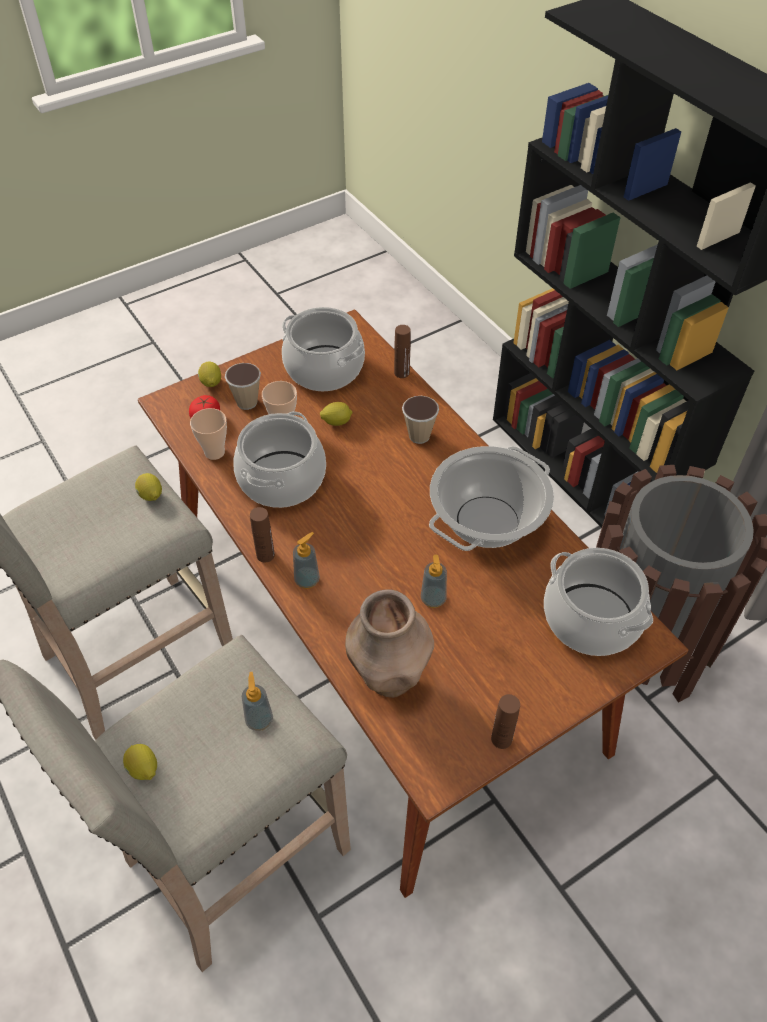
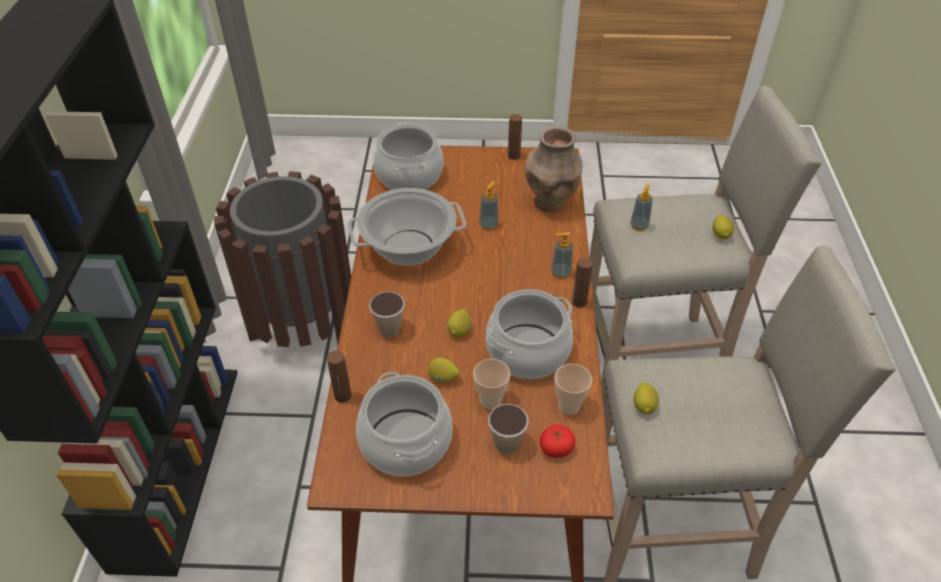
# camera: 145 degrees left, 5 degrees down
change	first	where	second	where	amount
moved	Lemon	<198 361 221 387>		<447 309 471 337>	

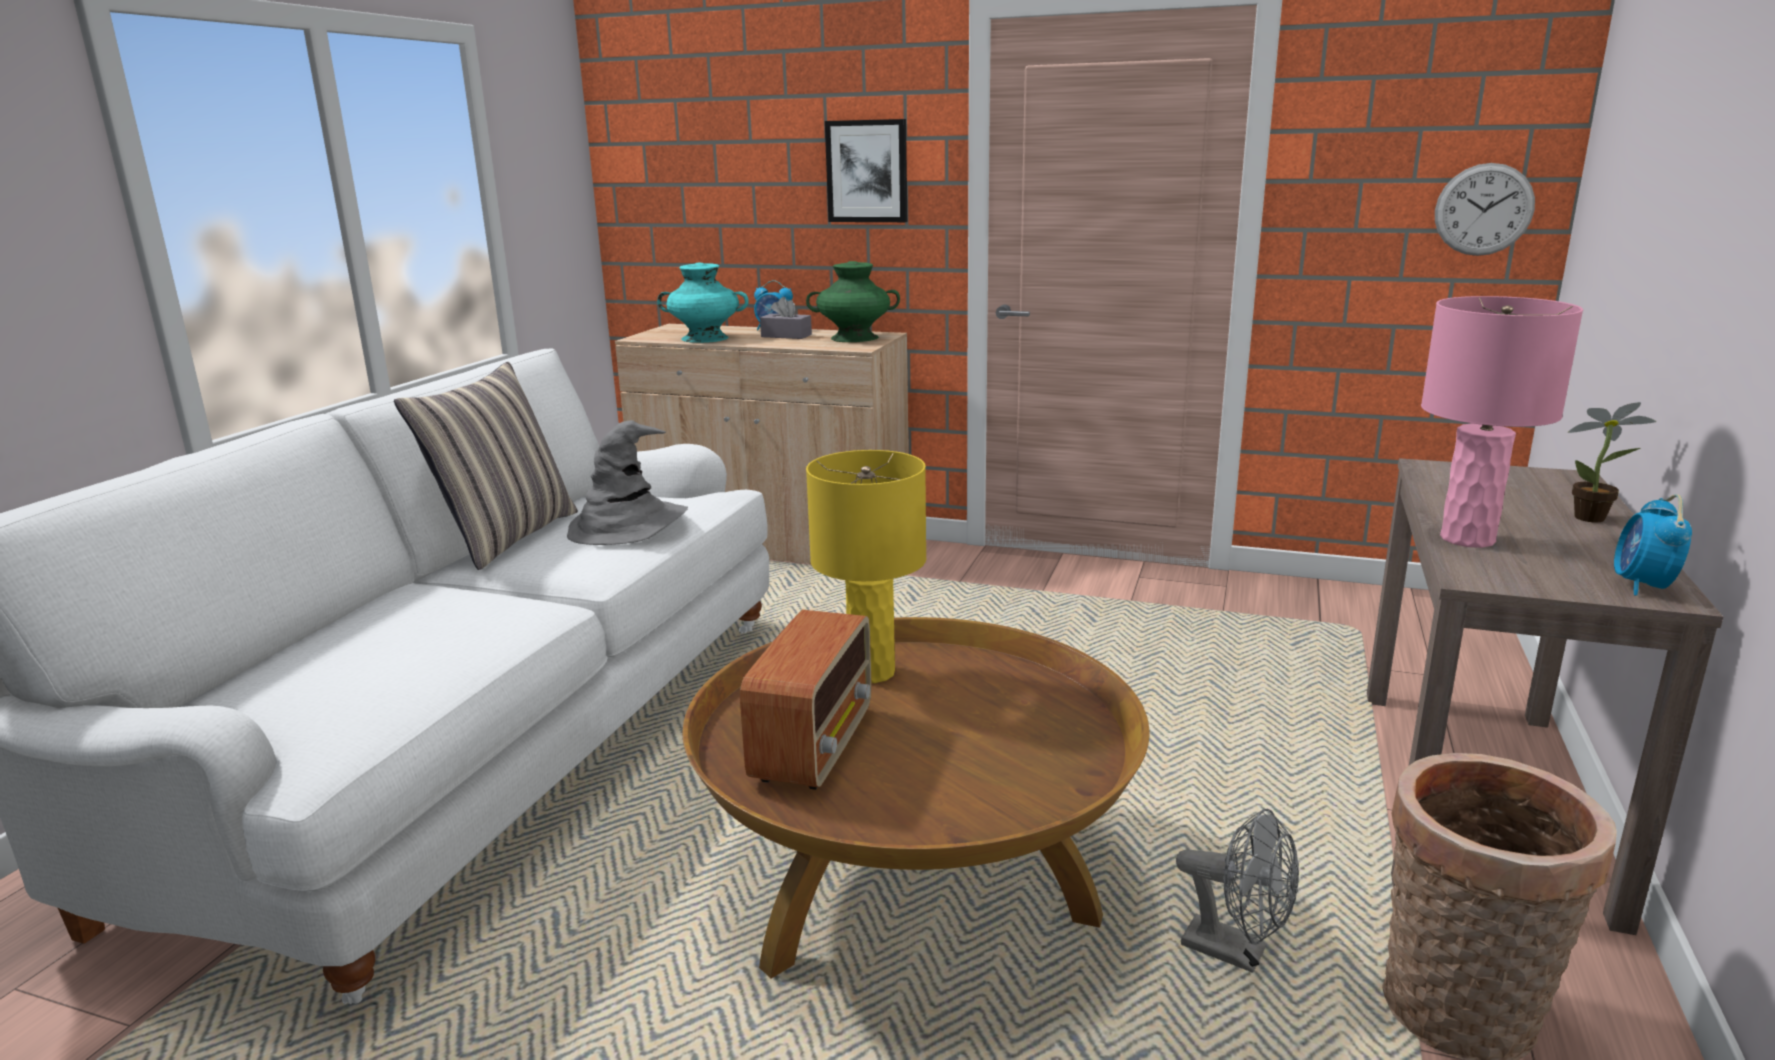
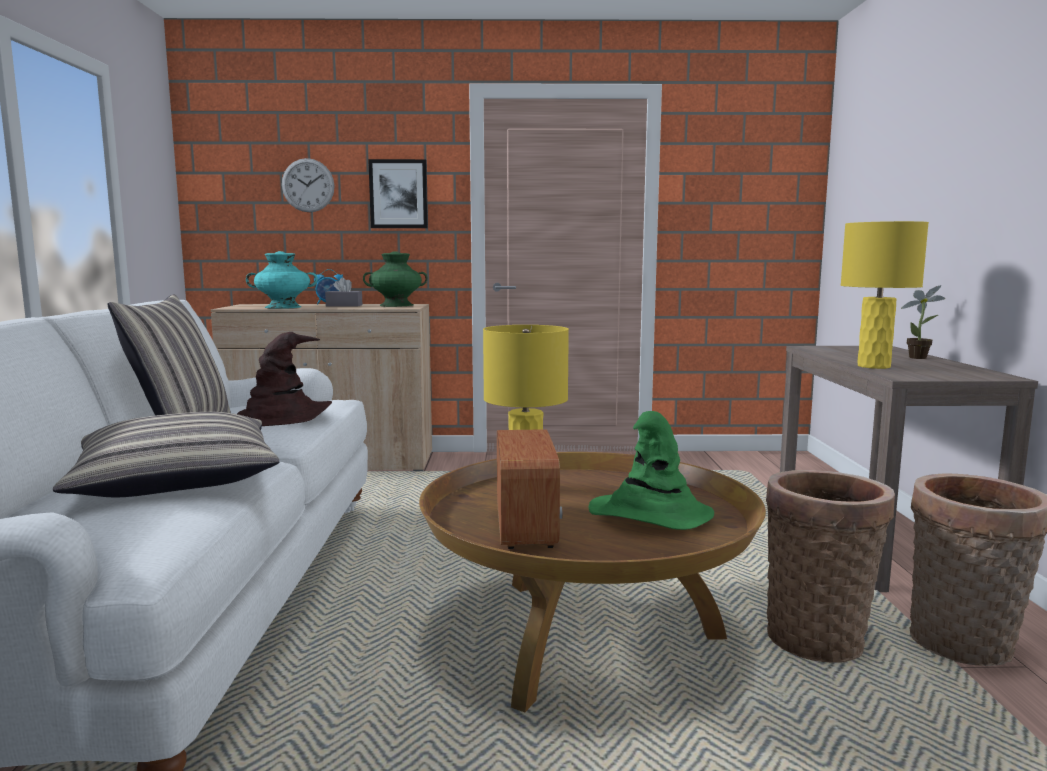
# camera: 20 degrees left, 10 degrees down
change	first	where	second	where	amount
moved	WallClock	<1435 163 1535 256>		<282 158 335 212>	
recoloured	PinkTableLamp	<1421 296 1583 548>	YellowTableLamp	<841 221 929 369>	
recoloured	GreyHat	<567 420 688 545>	BrownHat	<237 332 332 426>	
removed	AlarmClock	<1614 494 1692 596>			
replaced	GreyFan	<1176 809 1299 973>	Basket	<766 470 895 663>	
added			GreenHat	<588 411 714 530>	
added			Pillow	<53 412 279 497>	

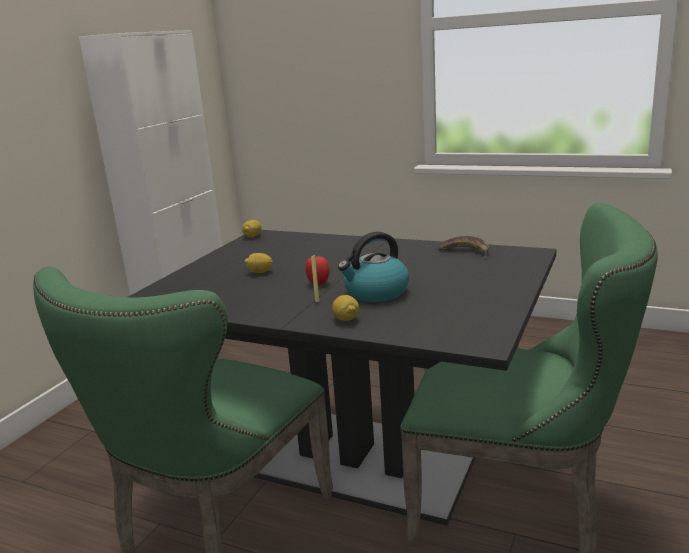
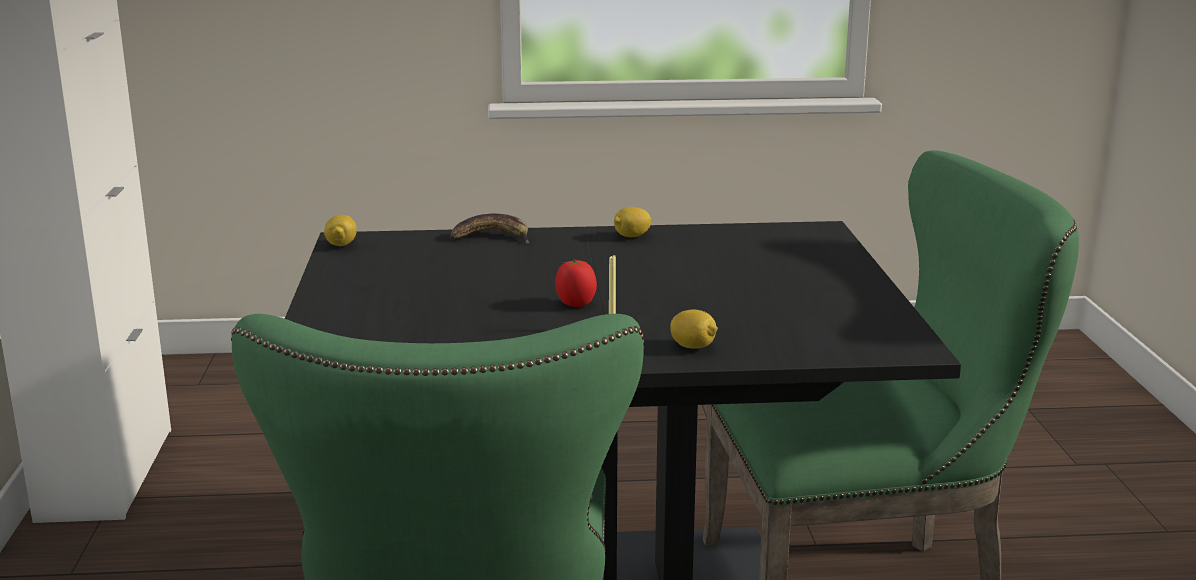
# camera: 30 degrees left, 0 degrees up
change	first	where	second	where	amount
removed	Kettle	<338 232 409 302>			
moved	Banana	<438 236 489 258>		<450 213 530 244>	
moved	Lemon	<245 253 273 273>		<614 207 651 237>	

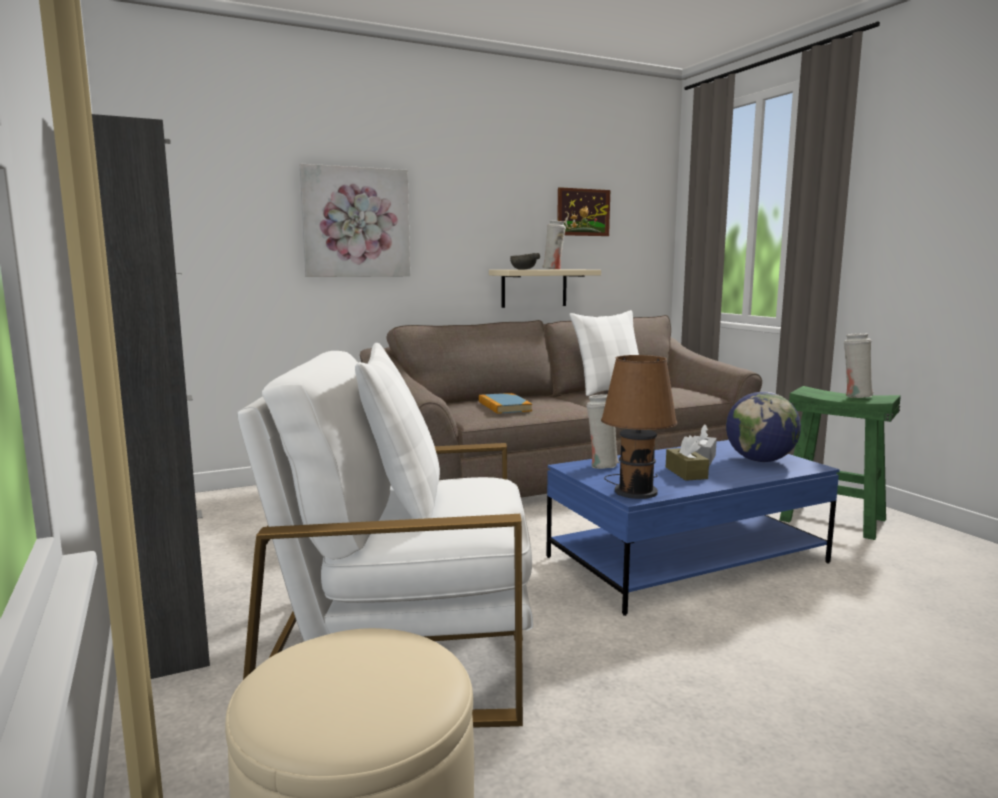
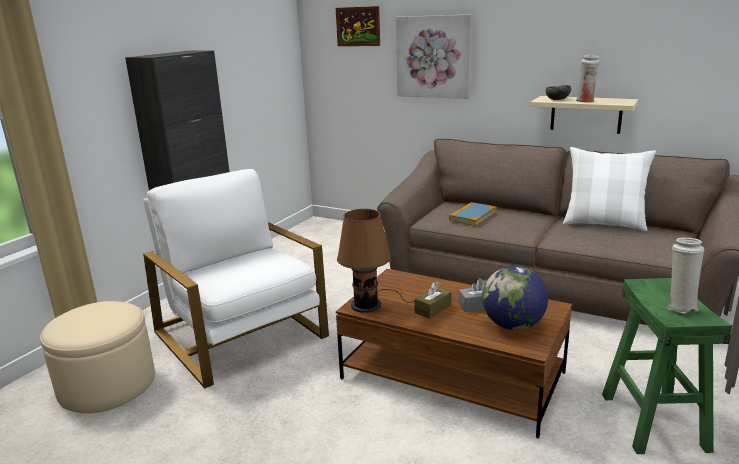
# camera: 55 degrees right, 10 degrees up
change	first	where	second	where	amount
moved	Picture	<557 187 610 236>		<336 6 380 46>	
removed	WhitePillow	<355 343 440 519>			
removed	WhiteVase	<587 394 620 469>			
recoloured	BlueCoffeeTable	<546 440 840 616>	BrownCoffeeTable	<336 269 572 438>	

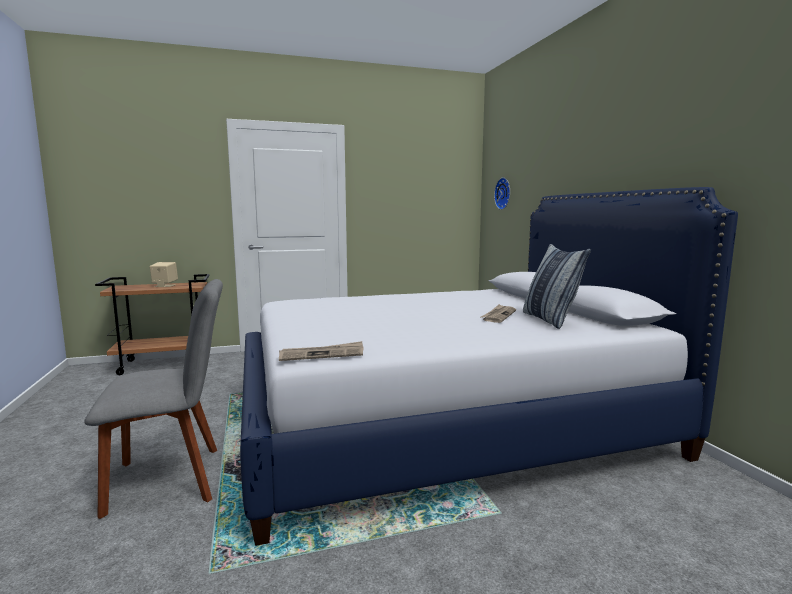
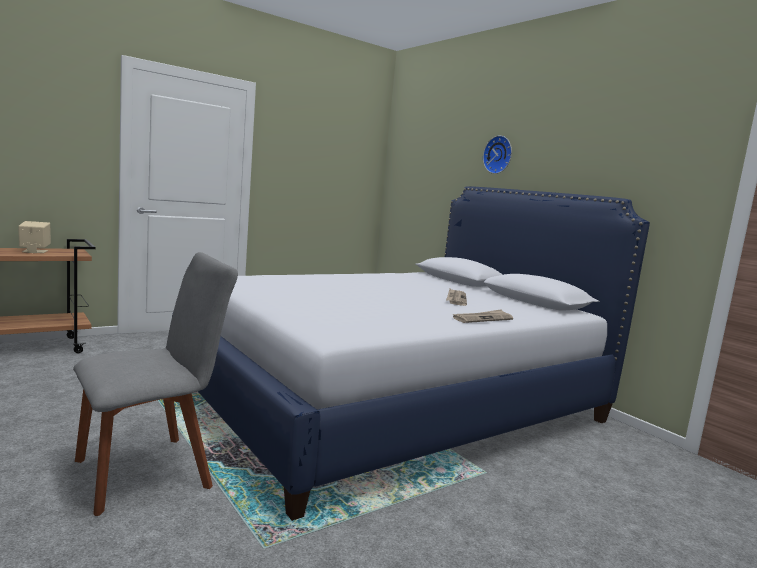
# camera: 20 degrees left, 0 degrees up
change	first	where	second	where	amount
moved	WallClock	<494 178 510 210>		<483 135 512 174>	
removed	Pillow	<523 244 591 329>			
moved	Newspaper	<279 341 363 361>		<453 309 513 323>	

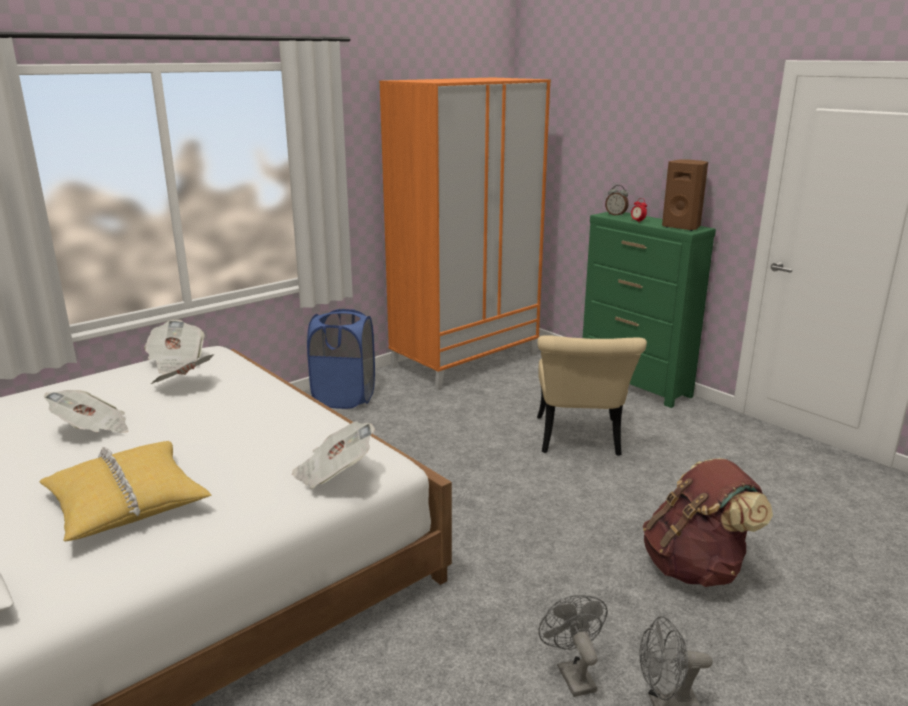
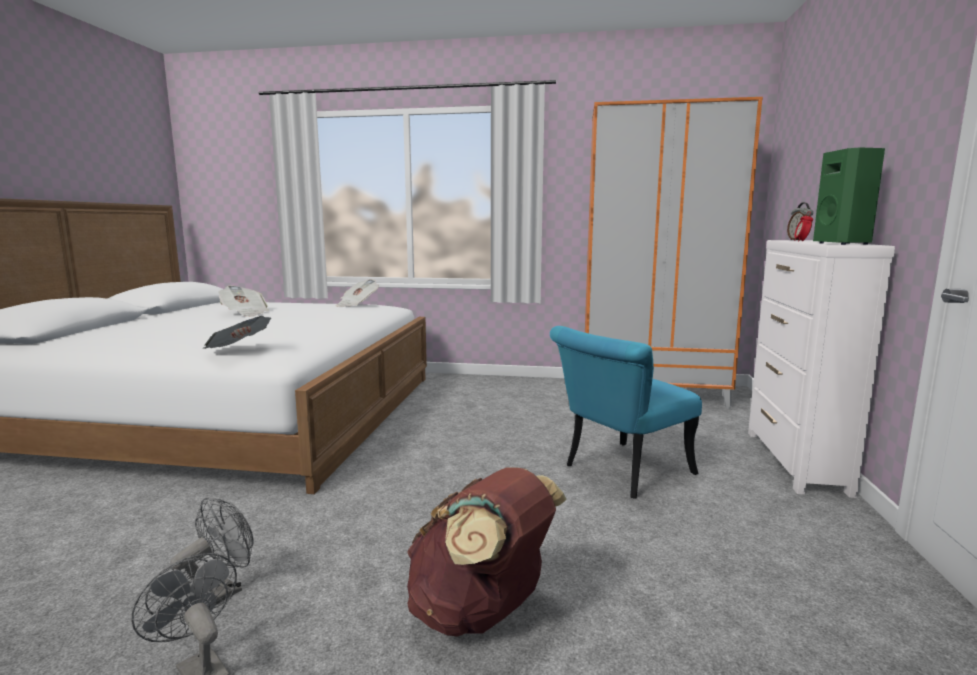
# camera: 50 degrees right, 10 degrees down
change	first	where	second	where	amount
recoloured	BrownSpeaker	<662 159 708 231>	GreenSpeaker	<813 147 885 245>	
recoloured	GreenDresser	<583 212 716 408>	WhiteDresser	<748 240 895 498>	
removed	BlueLaundryBasket	<307 309 375 409>			
recoloured	BeigeChair	<537 335 647 456>	TurquoiseChair	<550 326 702 498>	
removed	Newspaper	<151 354 214 384>			
removed	YellowPillow	<39 441 212 541>			

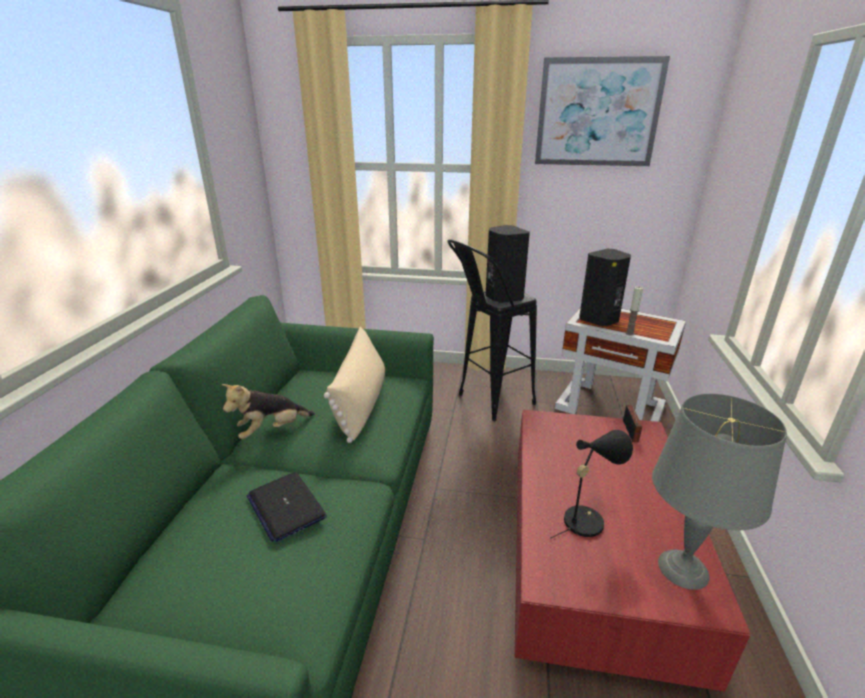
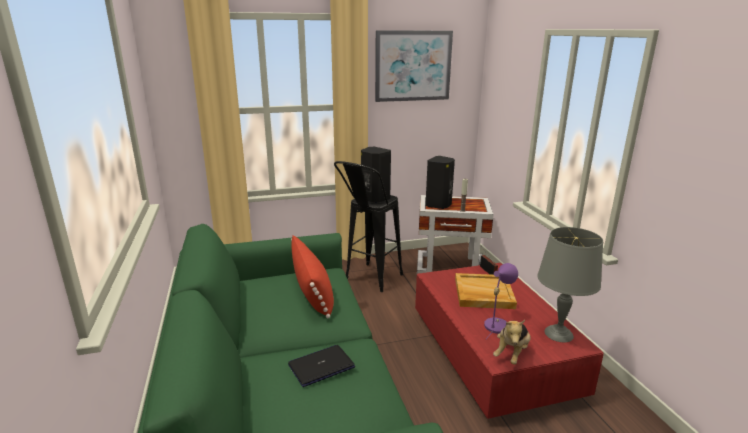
# camera: 25 degrees left, 5 degrees down
change	first	where	second	where	amount
recoloured	BeigePillow	<324 327 385 443>	RedPillow	<291 235 334 318>	
moved	PlushToy	<222 384 315 439>		<493 320 531 365>	
recoloured	BlackTableLamp	<551 430 633 538>	PurpleTableLamp	<484 263 518 339>	
turned	Laptop	<247 472 327 542>		<288 345 355 387>	120 degrees clockwise
added			BeigeTray	<455 273 517 309>	

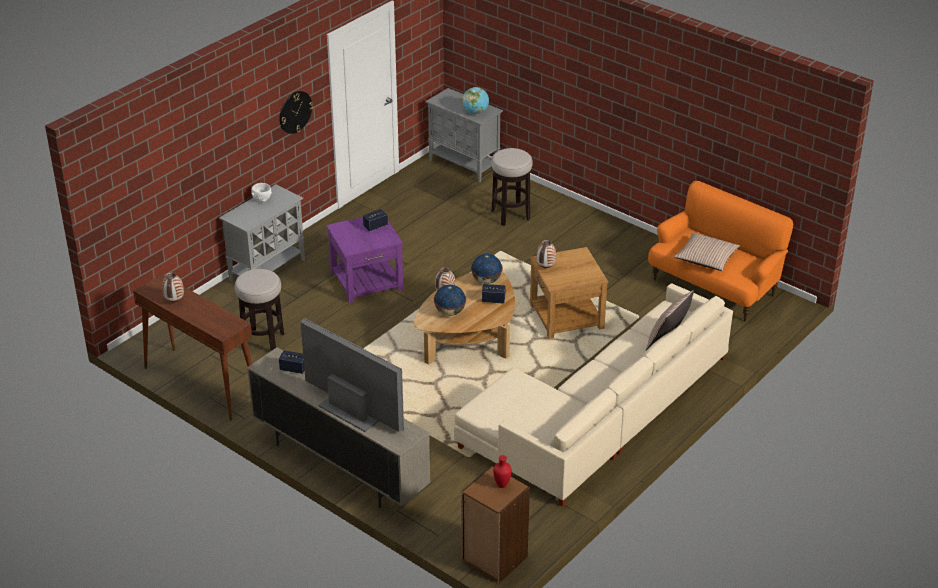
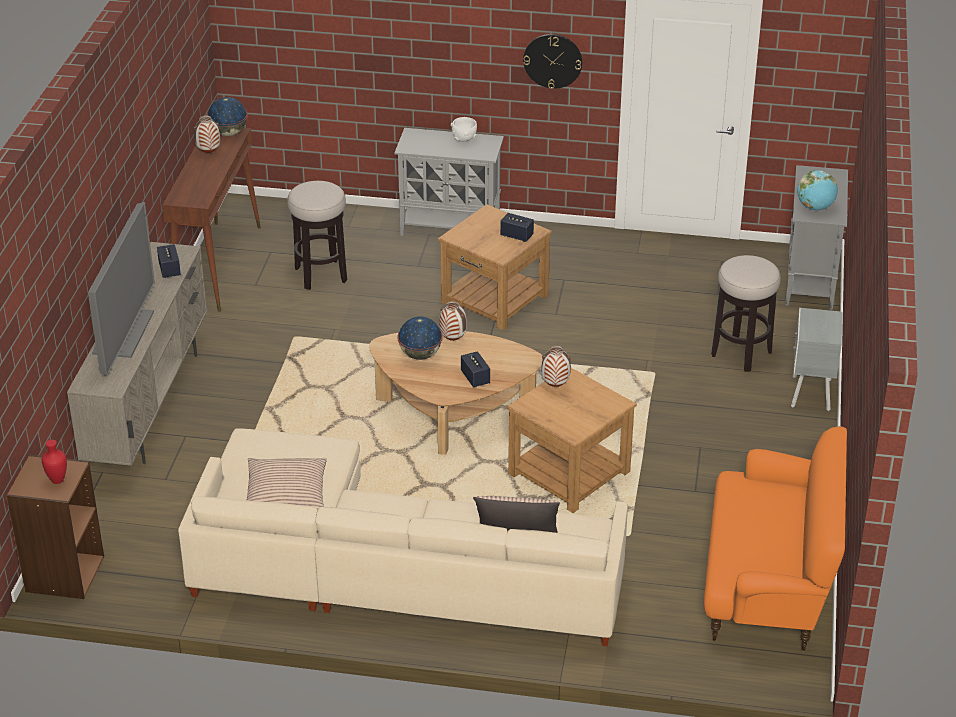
# camera: 60 degrees right, 0 degrees up
change	first	where	second	where	amount
recoloured	PurpleSideTable	<326 217 403 303>	BrownSideTable	<438 204 552 330>	
moved	Pillow	<674 232 740 271>		<247 458 327 510>	
moved	Globe	<471 254 503 284>		<207 97 248 136>	
added			GreyNightstand	<791 308 842 411>	

